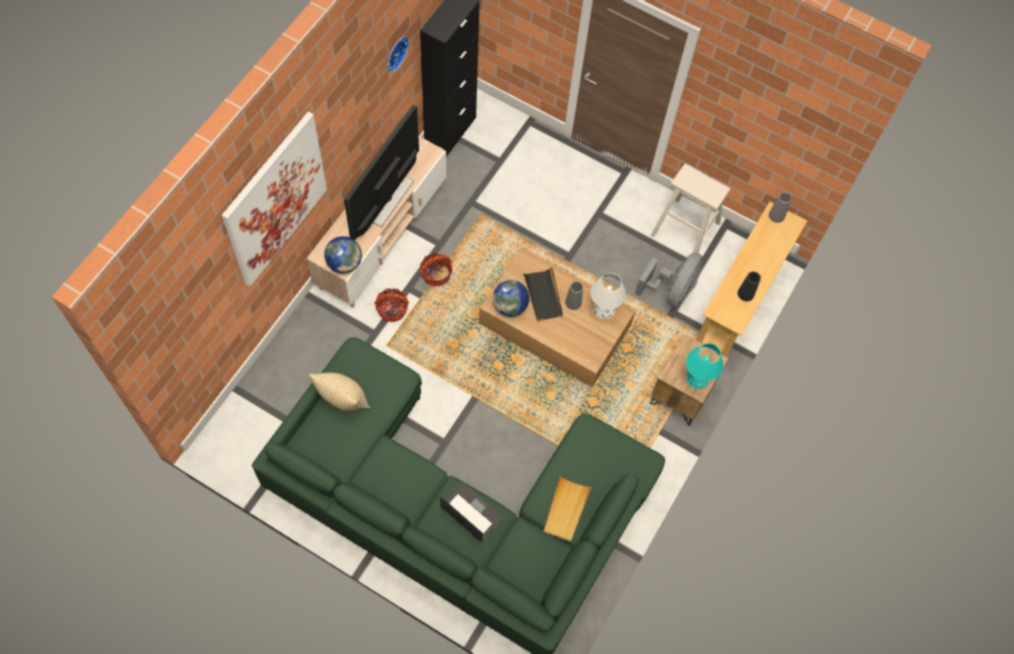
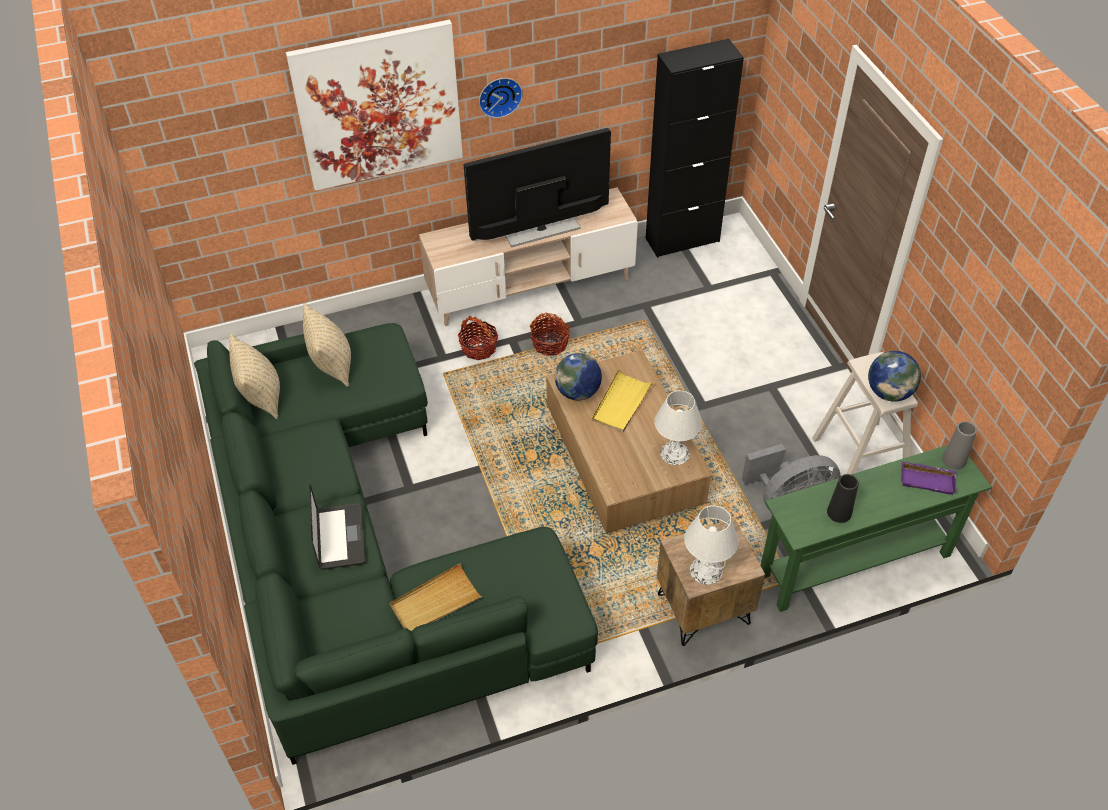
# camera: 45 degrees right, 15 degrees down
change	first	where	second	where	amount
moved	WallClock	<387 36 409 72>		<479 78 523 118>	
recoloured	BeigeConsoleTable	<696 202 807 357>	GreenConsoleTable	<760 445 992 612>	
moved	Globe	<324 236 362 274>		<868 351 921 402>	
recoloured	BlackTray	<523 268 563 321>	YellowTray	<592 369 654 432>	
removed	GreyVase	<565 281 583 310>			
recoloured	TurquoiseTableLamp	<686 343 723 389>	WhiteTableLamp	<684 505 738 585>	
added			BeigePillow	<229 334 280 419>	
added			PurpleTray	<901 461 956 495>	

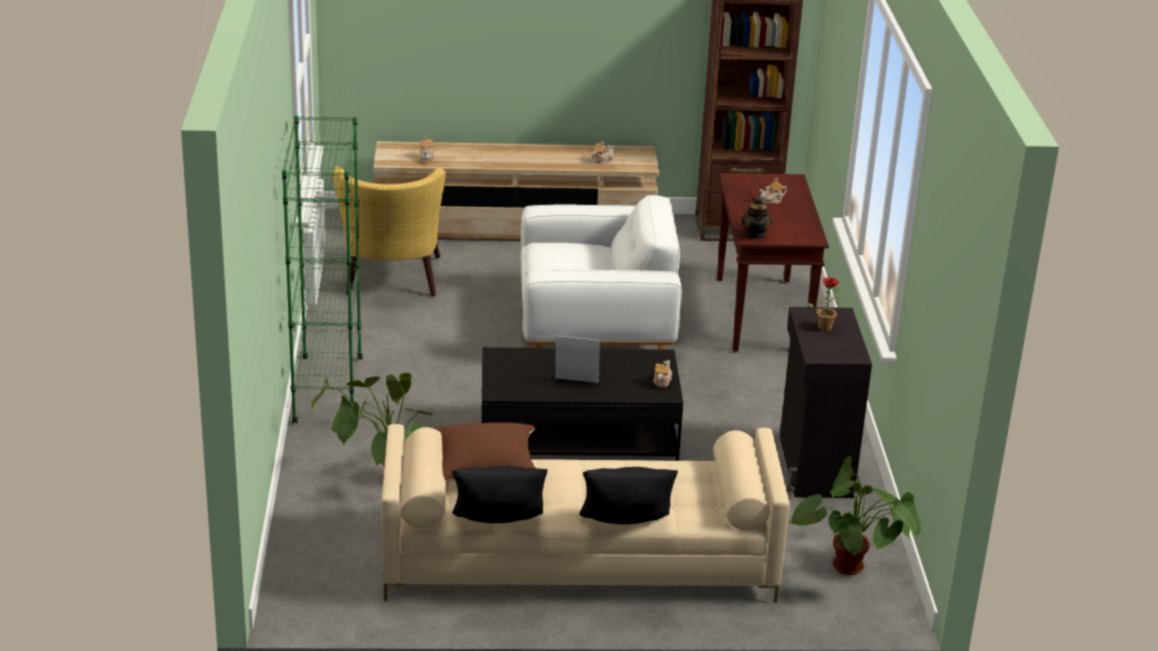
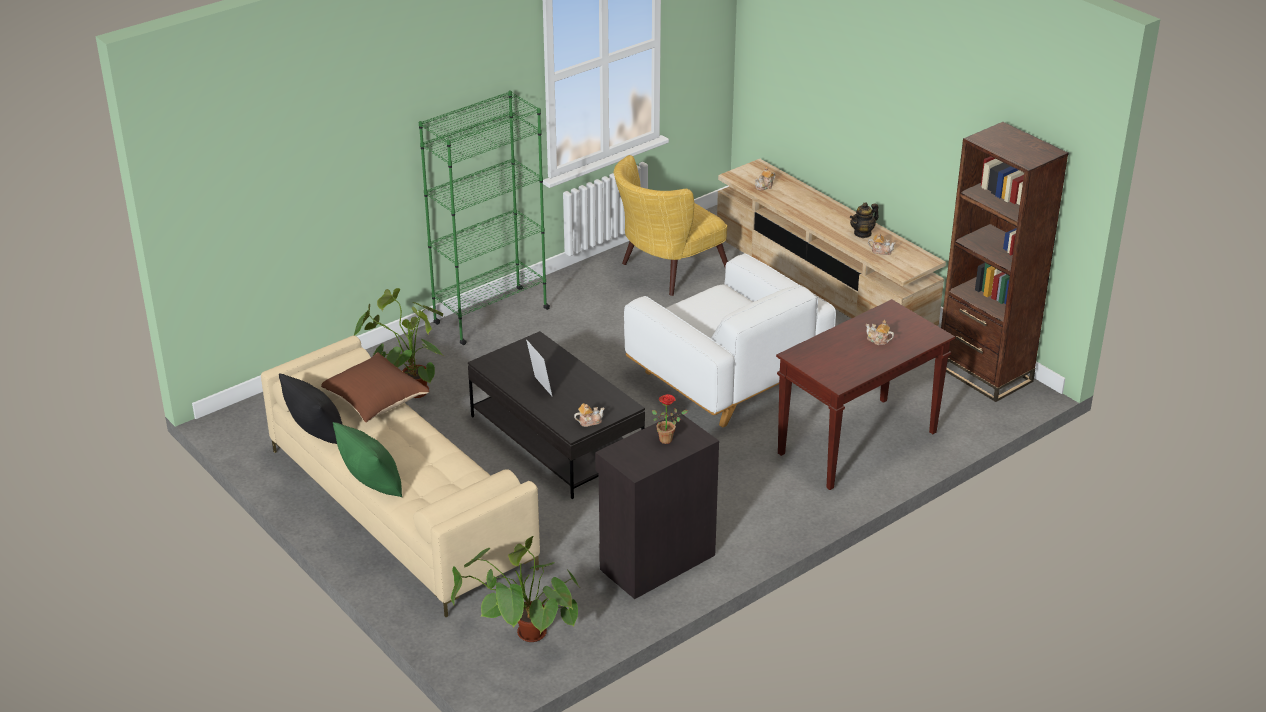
# camera: 55 degrees right, 5 degrees up
change	first	where	second	where	amount
moved	Teapot	<741 197 773 239>		<850 202 879 238>	
recoloured	BlackPillow	<580 467 678 524>	GreenPillow	<333 422 402 497>	

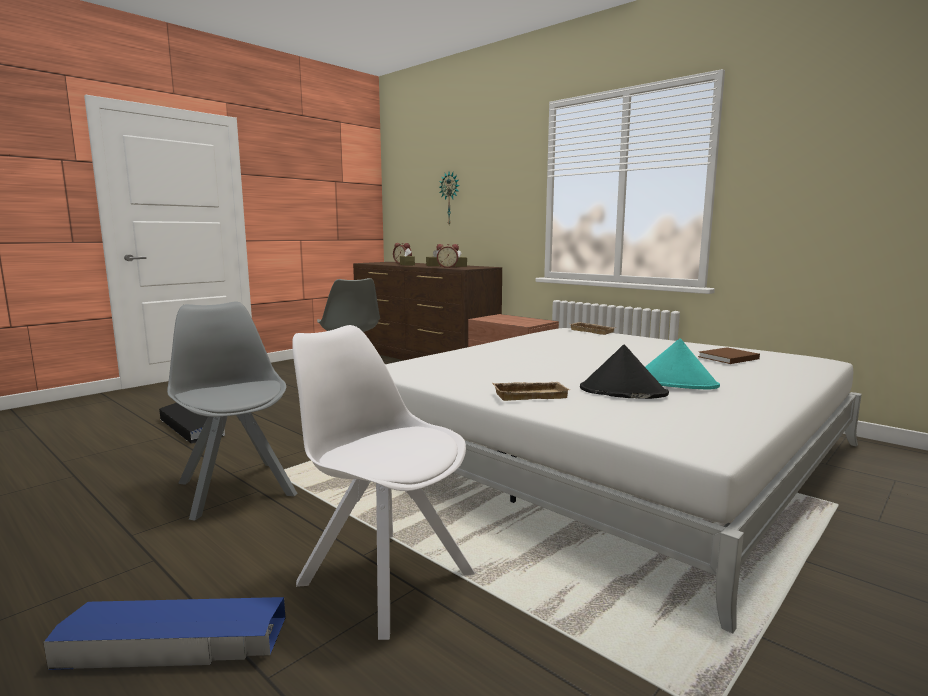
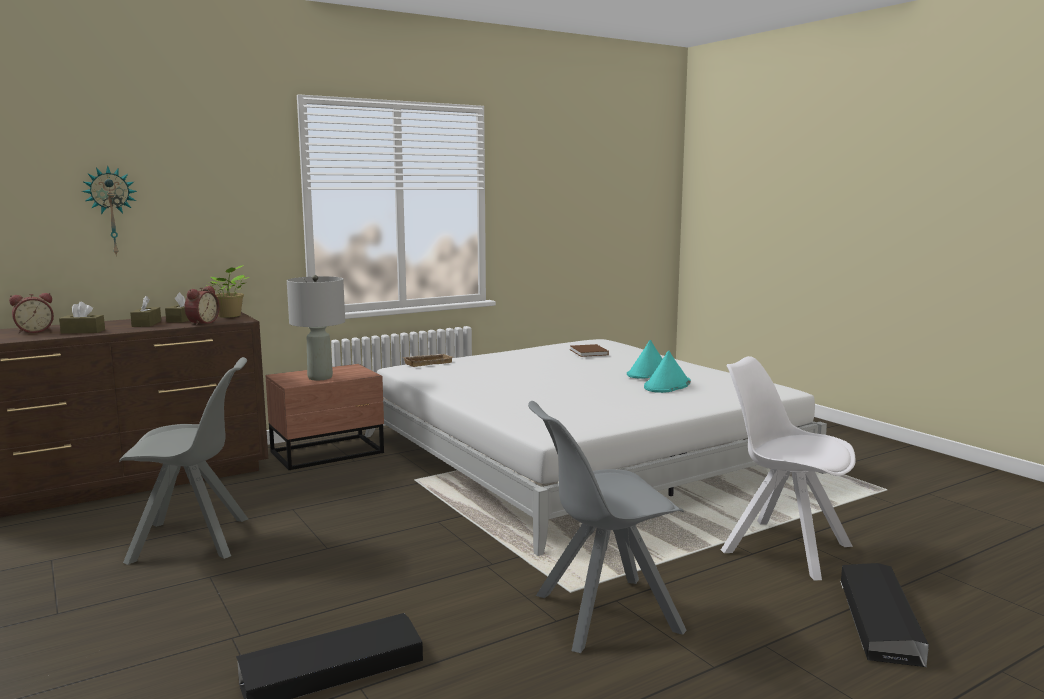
# camera: 75 degrees left, 0 degrees up
change	first	where	second	where	amount
turned	WhiteChair	<292 325 475 640>		<721 356 856 580>	75 degrees clockwise
recoloured	BlackHat	<580 344 669 399>	TurquoiseHat	<644 350 691 393>	
removed	BeigeTray	<492 382 570 401>			
recoloured	BlueStorageBox	<43 597 286 670>	BlackStorageBox	<840 563 929 667>	
added			PottedPlant	<209 265 249 318>	
added			GreyTableLamp	<287 275 345 380>	

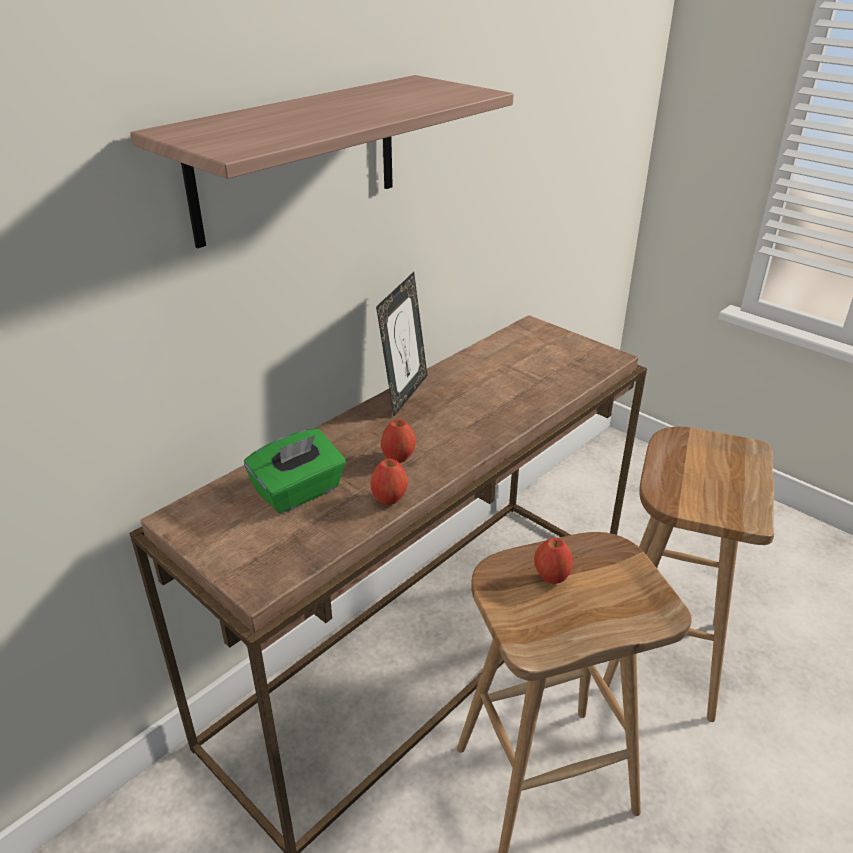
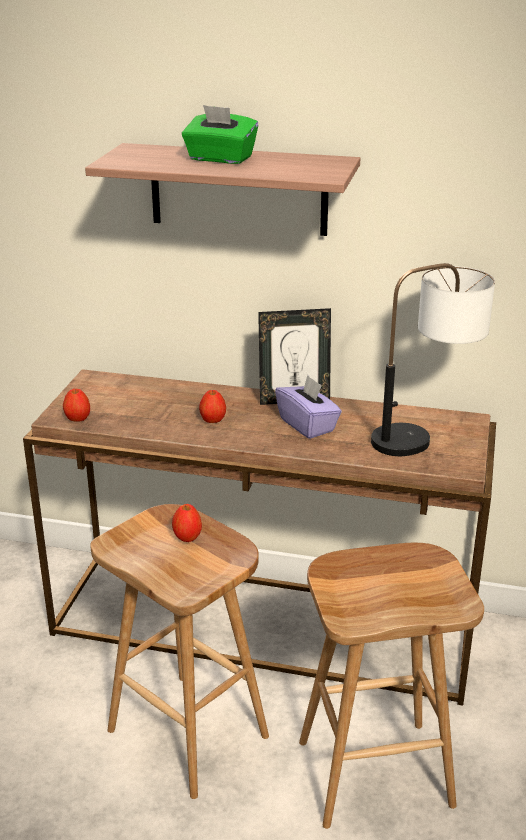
# camera: 60 degrees right, 5 degrees down
change	first	where	second	where	amount
moved	GreenTissueBox	<244 429 346 514>		<182 105 258 164>	
moved	Apple	<370 459 408 505>		<63 389 90 422>	
added			TableLamp	<371 263 495 456>	
added			PurpleTissueBox	<275 375 342 439>	

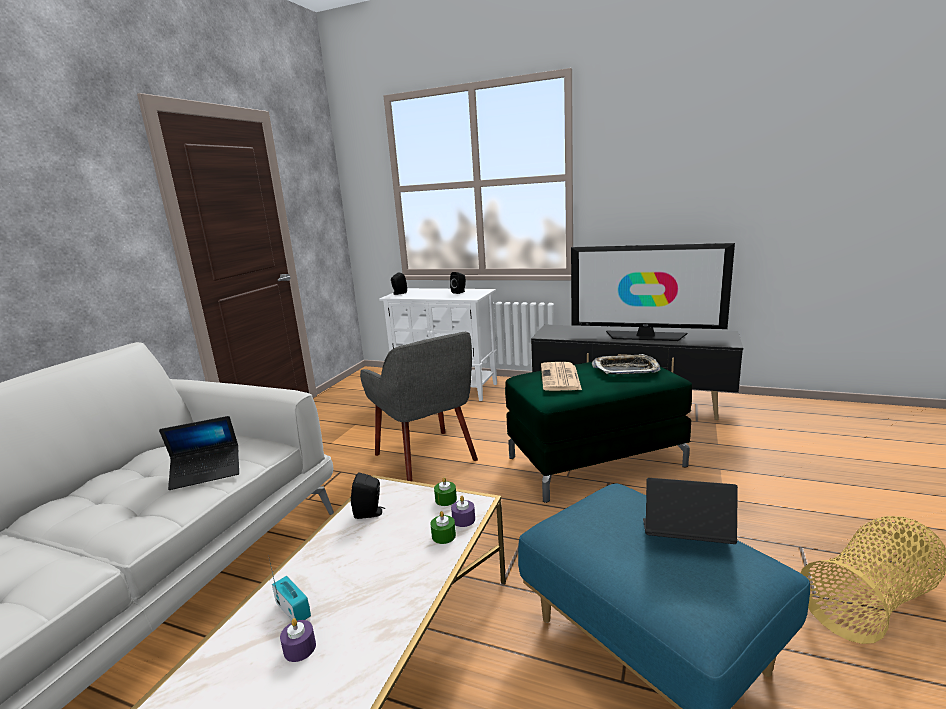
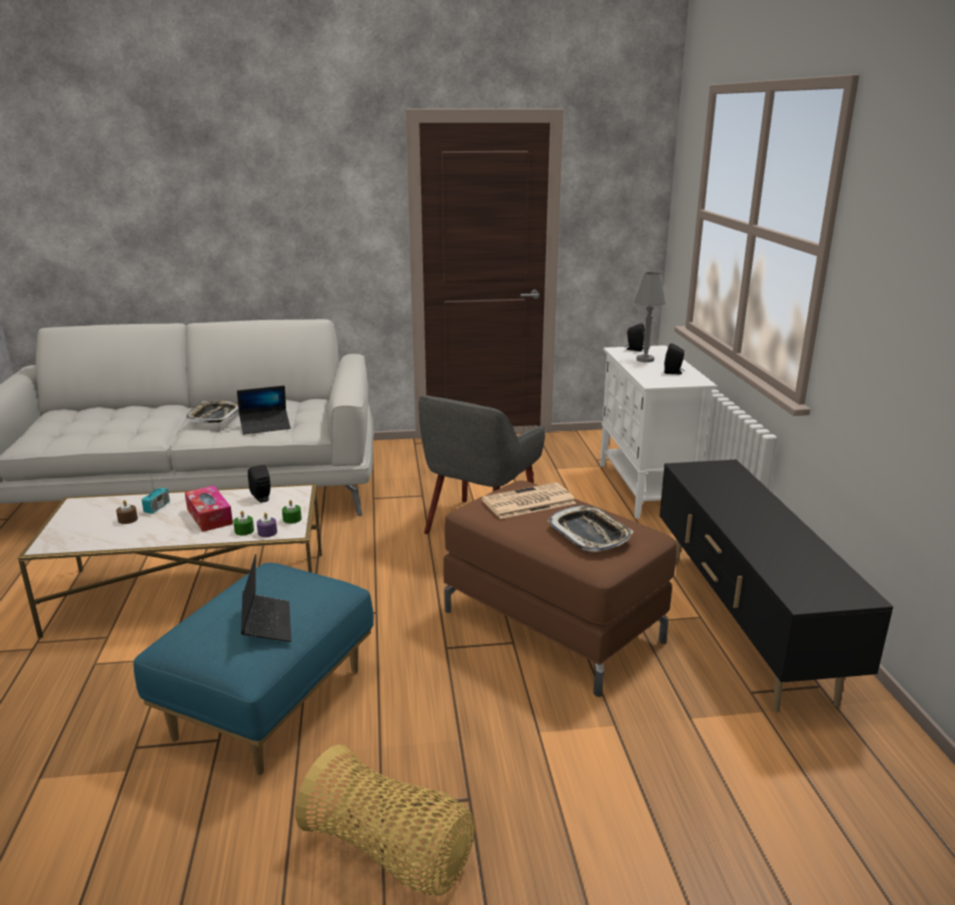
# camera: 60 degrees right, 5 degrees up
change	first	where	second	where	amount
removed	Television	<571 243 735 341>			
recoloured	GreenOttoman	<505 362 692 503>	BrownOttoman	<443 480 677 697>	
turned	Laptop	<159 416 239 490>		<237 386 291 434>	60 degrees counterclockwise
recoloured	PurpleCandle	<280 618 316 662>	BrownCandle	<116 500 138 524>	
added			GreyTableLamp	<634 272 666 363>	
added			Tray	<186 401 239 424>	
added			TissueBox	<185 486 233 532>	

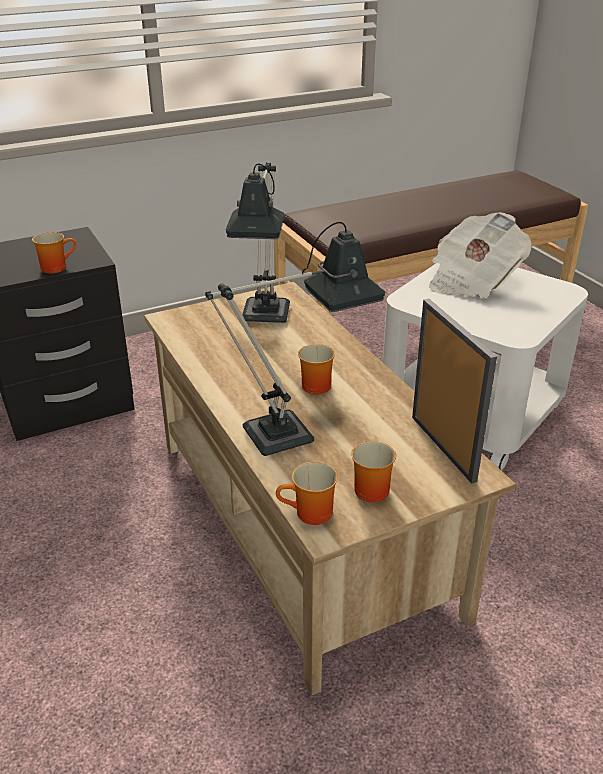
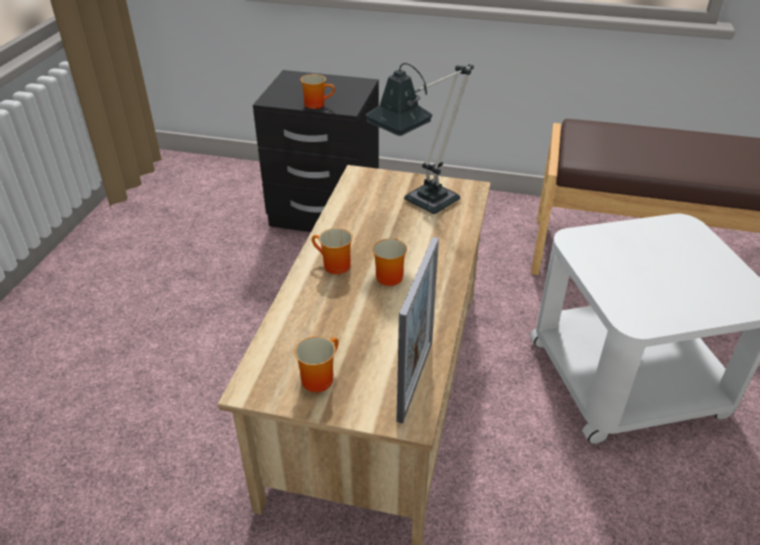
# camera: 40 degrees right, 5 degrees up
change	first	where	second	where	amount
removed	Newspaper	<429 212 531 298>			
removed	TableLamp	<205 222 386 456>			
moved	Mug	<276 461 338 525>		<312 228 353 274>	

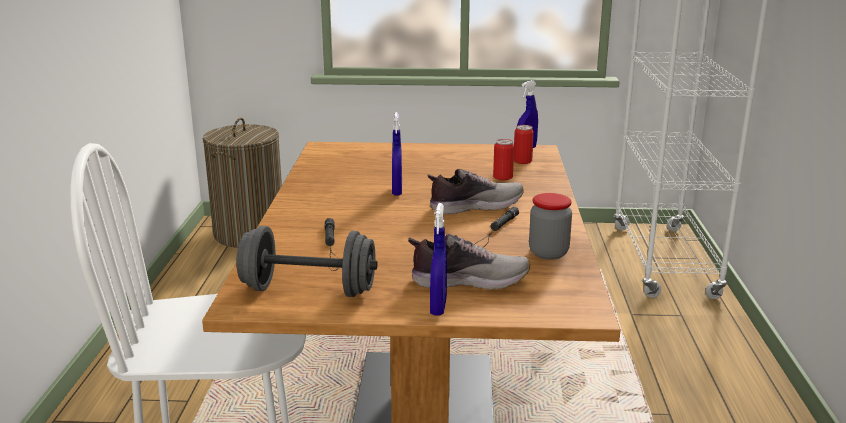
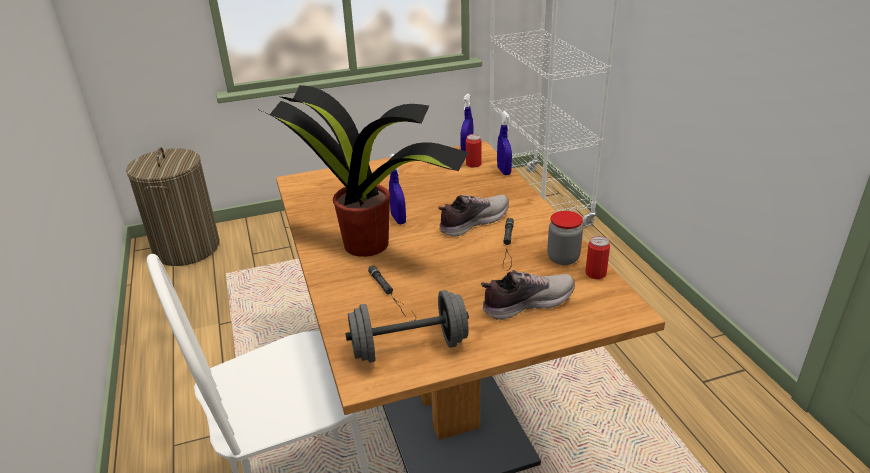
# camera: 20 degrees left, 10 degrees up
change	first	where	second	where	amount
moved	Can	<493 139 514 180>		<585 236 610 279>	
moved	BlueSprayBottle	<430 203 447 315>		<497 111 512 175>	
added			PottedPlant	<260 85 469 257>	

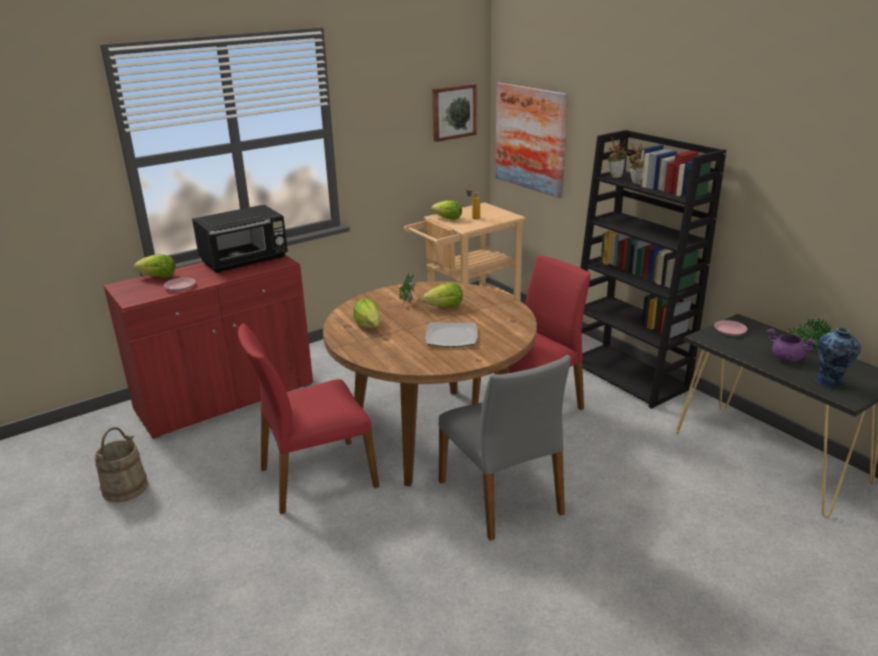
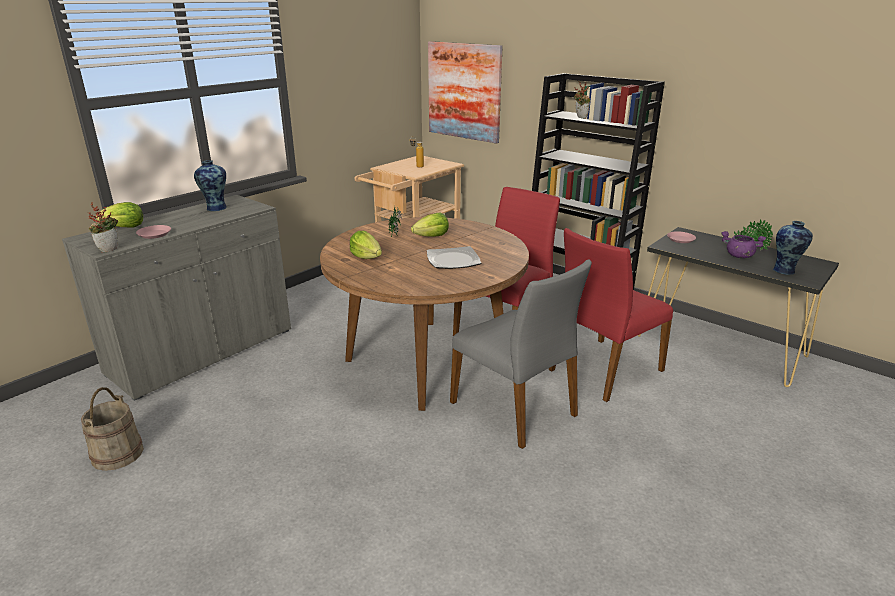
# camera: 15 degrees left, 0 degrees up
change	first	where	second	where	amount
removed	Picture	<432 84 476 142>			
moved	PottedPlant	<608 138 627 178>		<87 202 118 253>	
removed	Lettuce	<431 200 462 220>			
replaced	BlackMicrowave	<192 205 288 273>	Vase	<194 160 227 211>	
recoloured	RedCabinet	<103 255 313 439>	GreyCabinet	<62 195 291 401>	
moved	RedChair	<238 323 379 514>		<549 228 673 402>	

